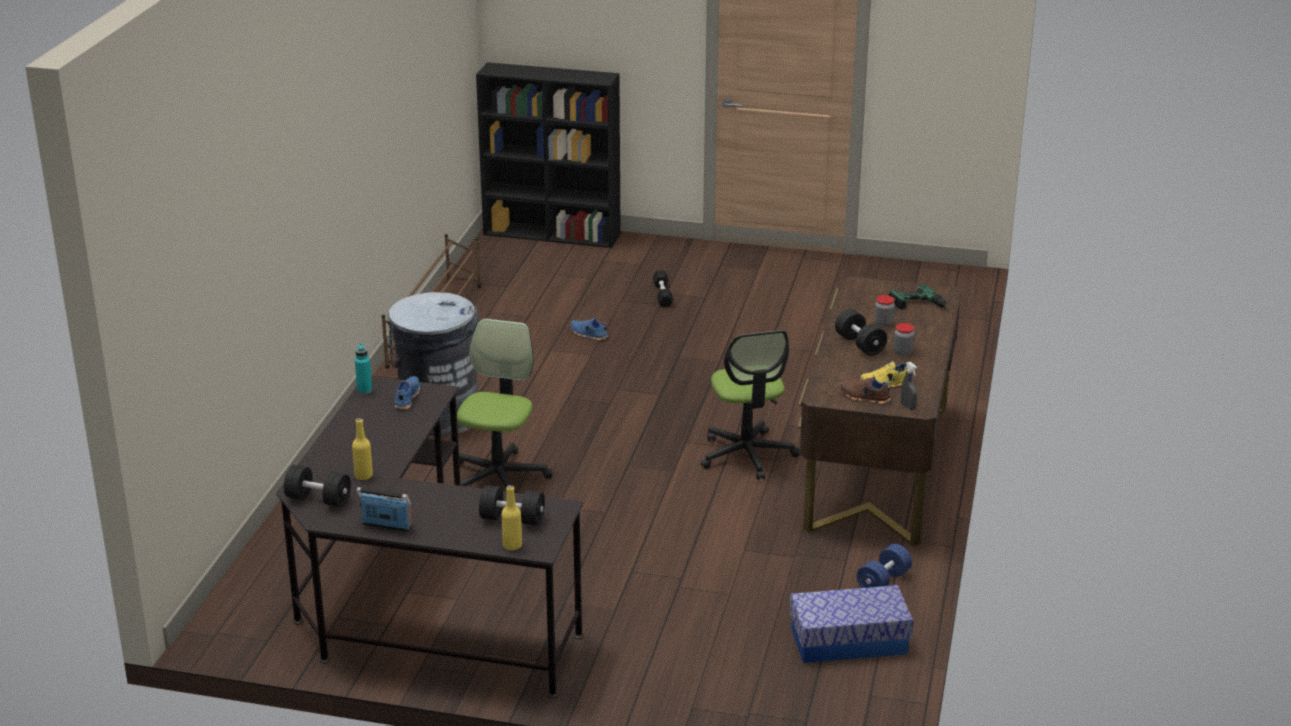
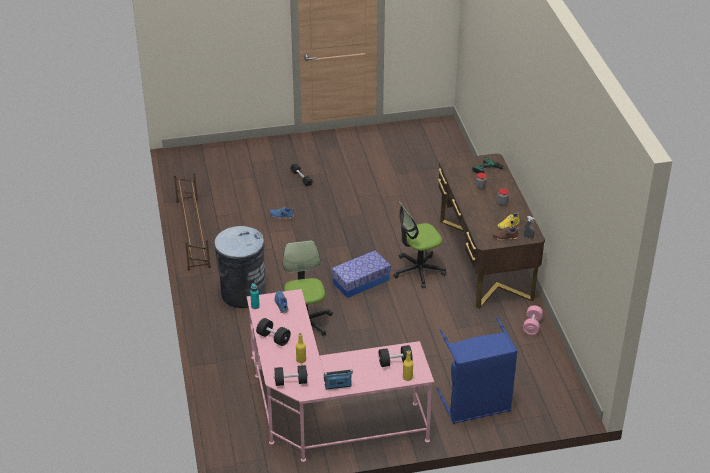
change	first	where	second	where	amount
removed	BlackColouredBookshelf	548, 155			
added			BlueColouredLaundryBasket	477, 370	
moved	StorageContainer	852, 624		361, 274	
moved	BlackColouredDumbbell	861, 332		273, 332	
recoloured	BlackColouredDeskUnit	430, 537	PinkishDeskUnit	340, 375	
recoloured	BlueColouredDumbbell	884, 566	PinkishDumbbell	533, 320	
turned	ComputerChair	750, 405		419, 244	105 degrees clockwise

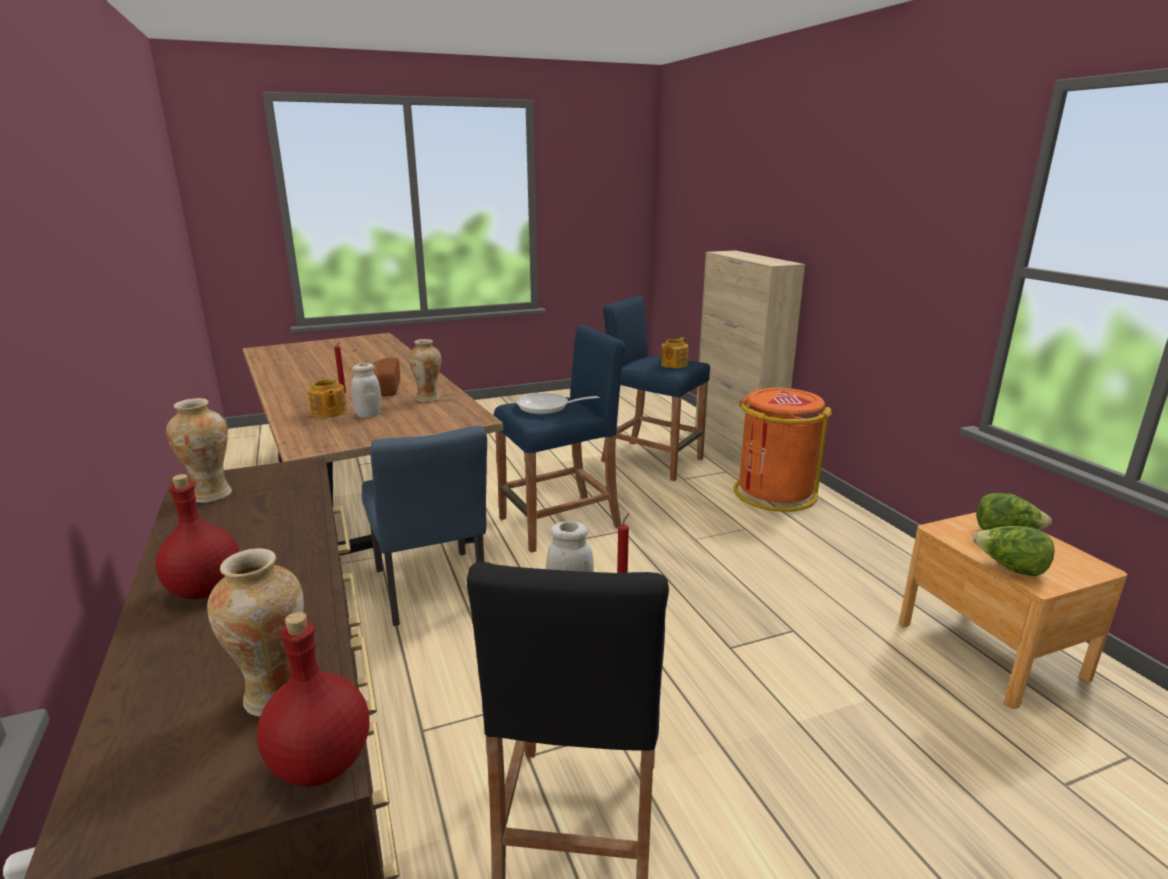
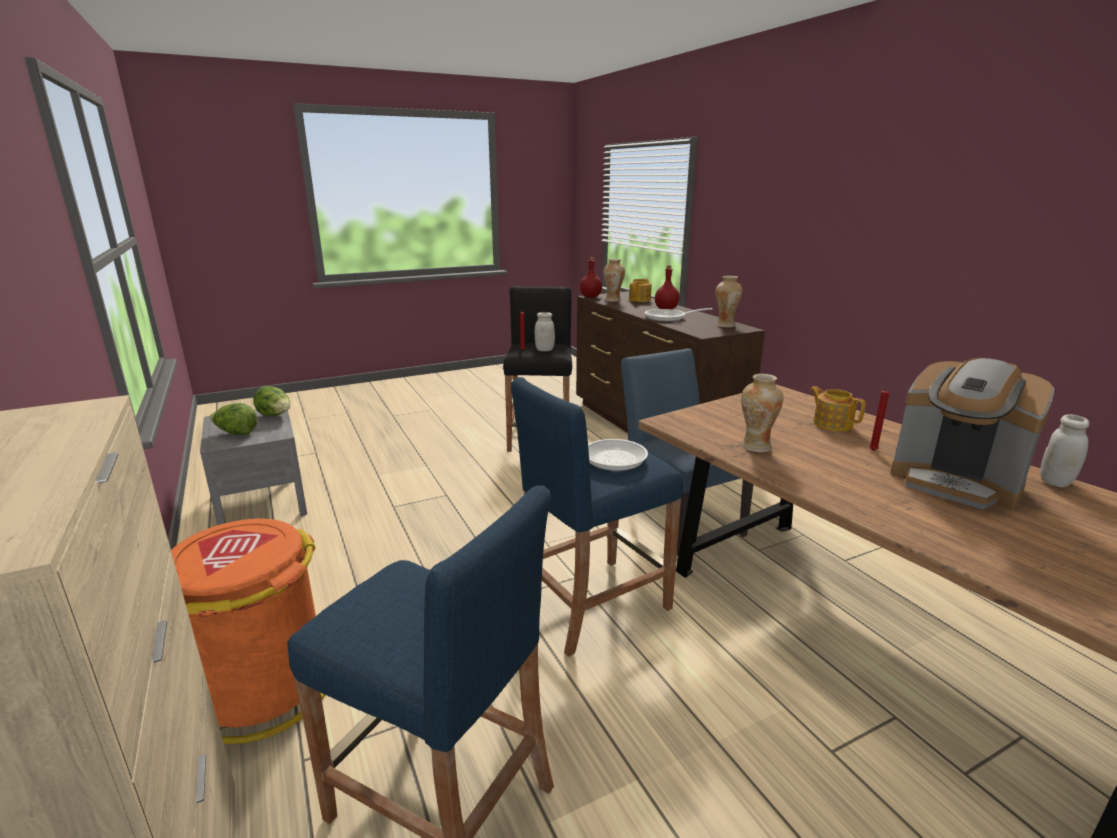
change	first	where	second	where	amount
removed	Bread	386, 377			
added			Pan	679, 315	
added			CoffeeMaker	972, 434	
moved	WhiteStorageJar	366, 390		1065, 450	
moved	PotForTea	674, 352		640, 290	
recoloured	BrownishBedsideTable	1013, 610	GreyBedsideTable	253, 467	

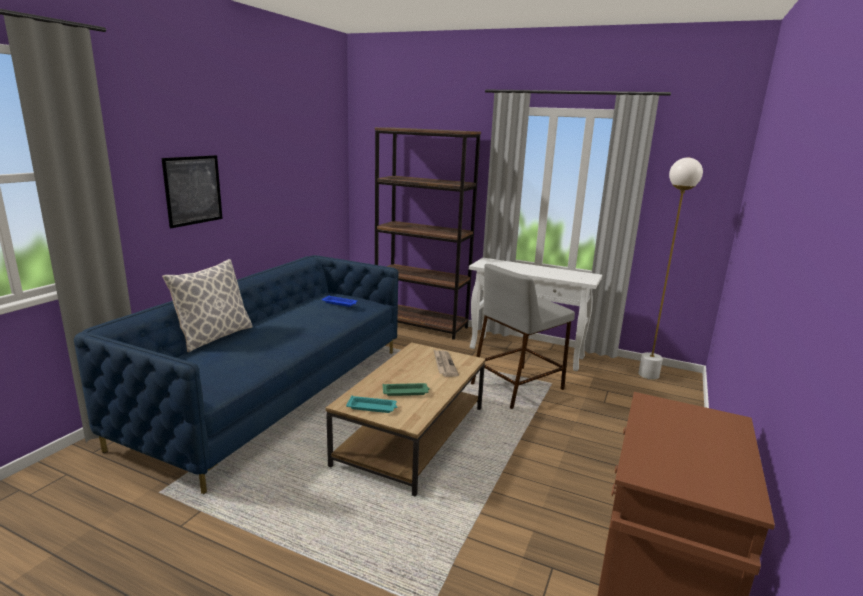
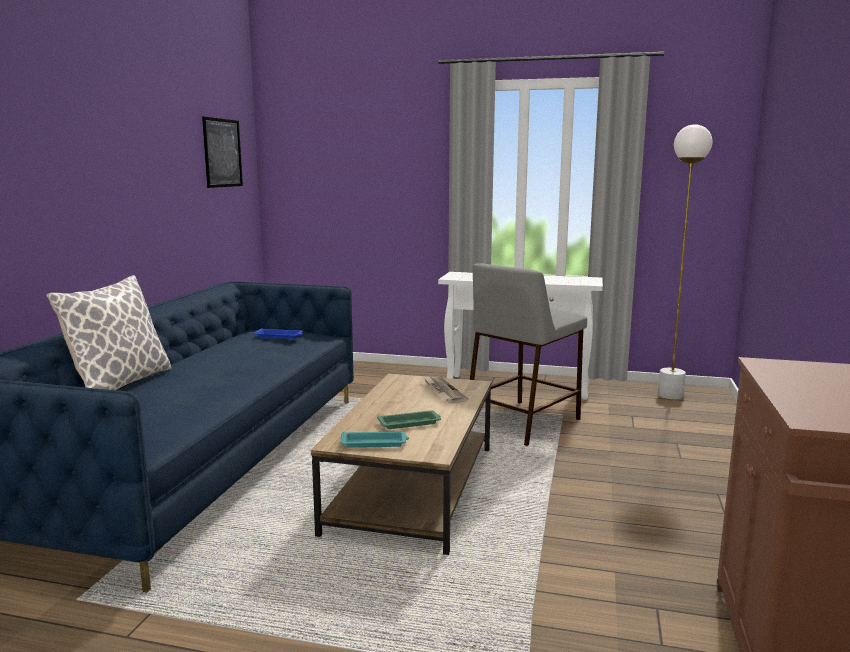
change	first	where	second	where	amount
removed	BrownishBookshelf	428, 233			
moved	WallArt	192, 191		222, 152	

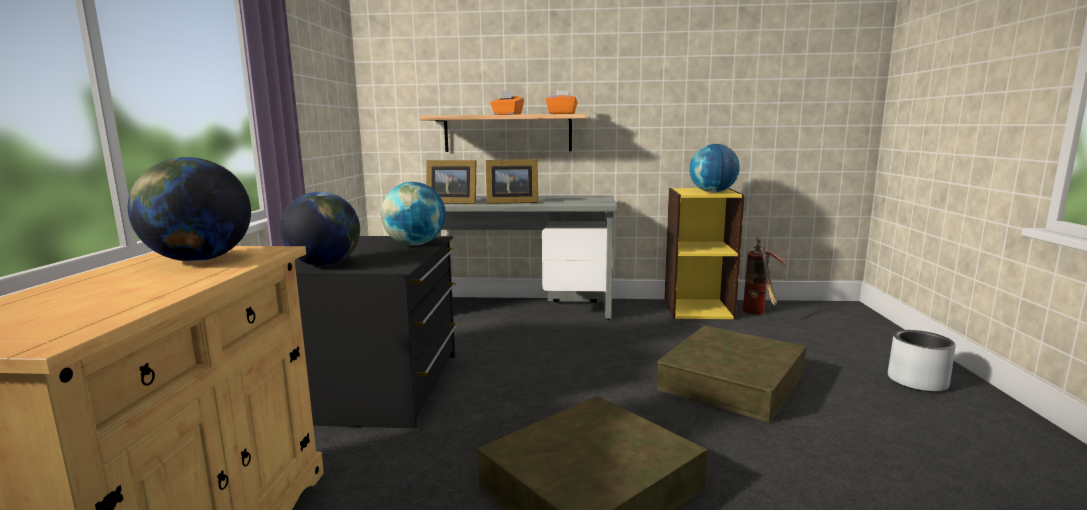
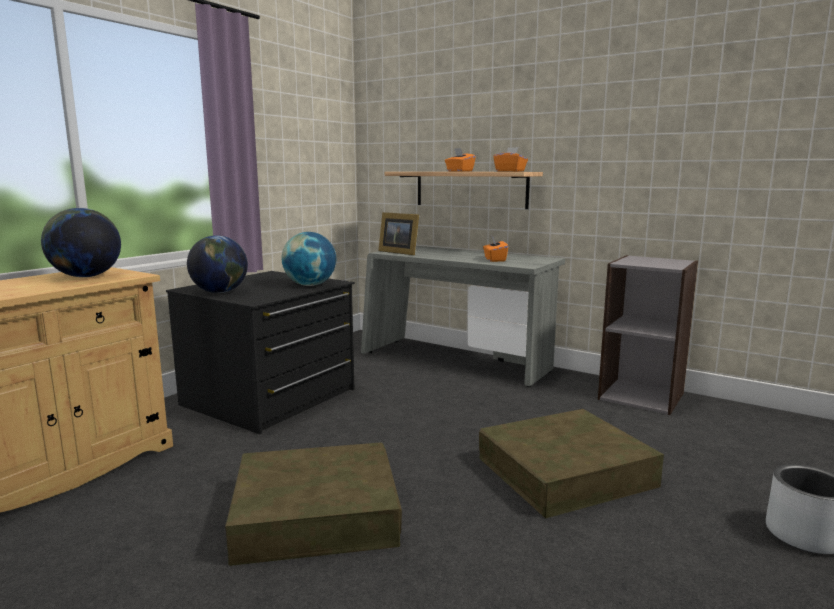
change	first	where	second	where	amount
removed	StandingFrame	511, 181			
removed	DeskGlobe	714, 168			
removed	FireFightingCylinder	764, 276			
added			OrangeColouredBoxOfTissues	495, 249	
recoloured	YellowColouredBookshelf	704, 254	GreyBookshelf	648, 335	

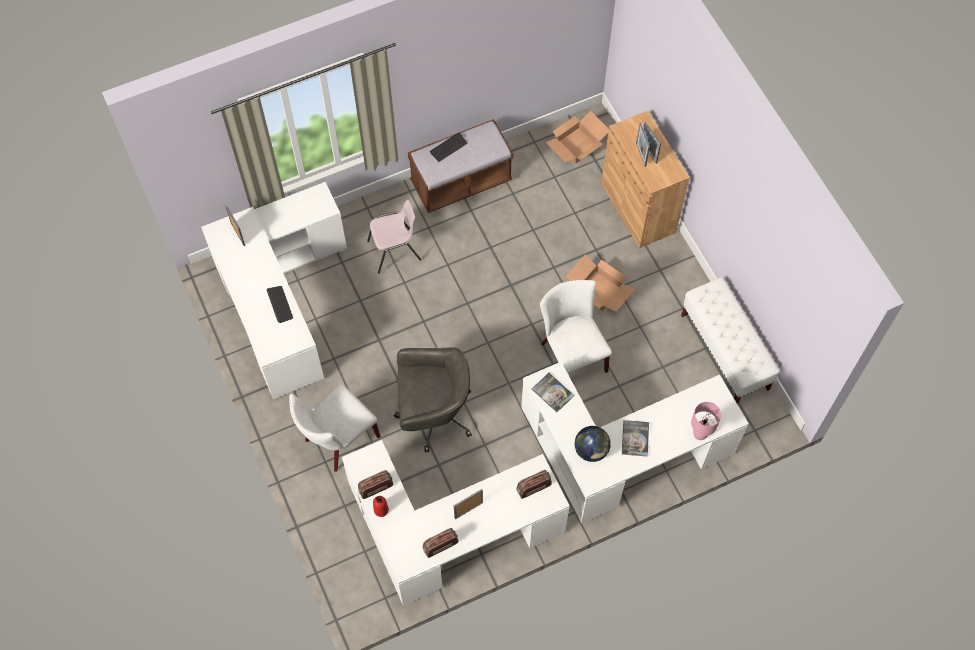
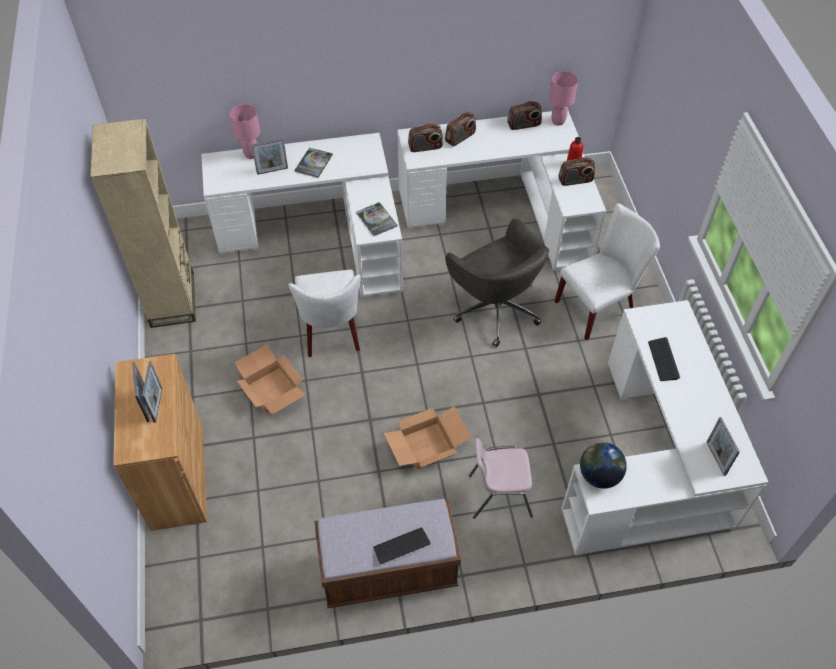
change	first	where	second	where	amount
added			Radio	460, 129	
added			PinkishTableLamp	563, 98	
moved	StandingFrame	468, 504		269, 156	
moved	CardboardBox	577, 137		427, 437	
moved	DeskGlobe	593, 444		603, 465	
replaced	WhiteBench	730, 341	BeigeBookshelf	143, 223	
turned	GreyComputerChair	433, 400		497, 283	135 degrees counterclockwise

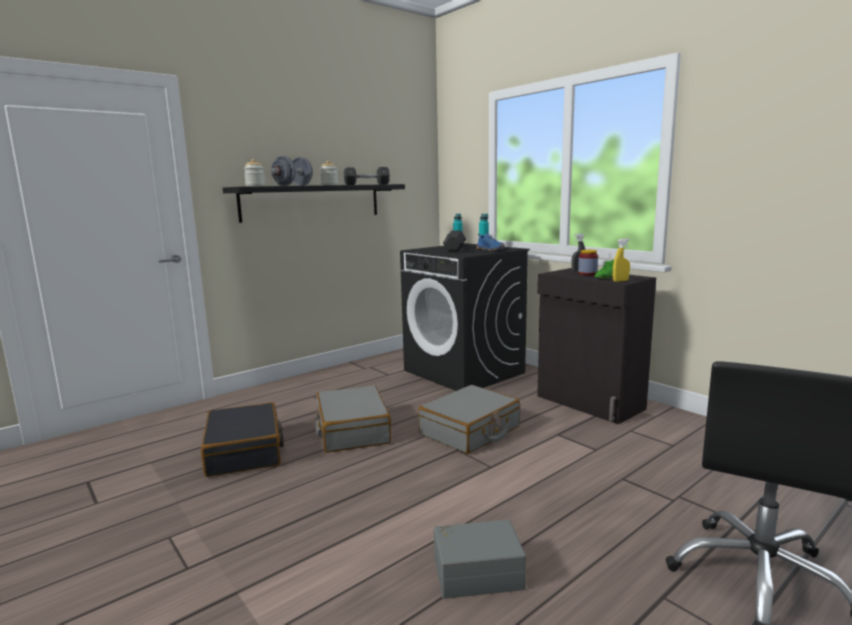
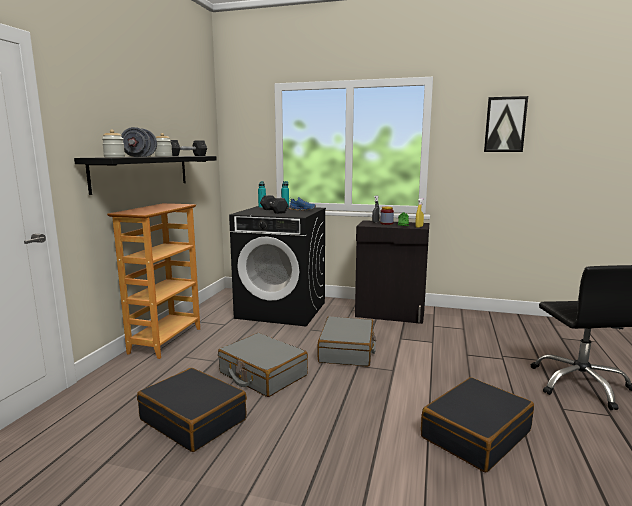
change	first	where	second	where	amount
added			Bookshelf	153, 281	
added			WallArt	506, 124	
replaced	GreyStorageContainer	480, 559	BlackColouredSuitcase	477, 424	

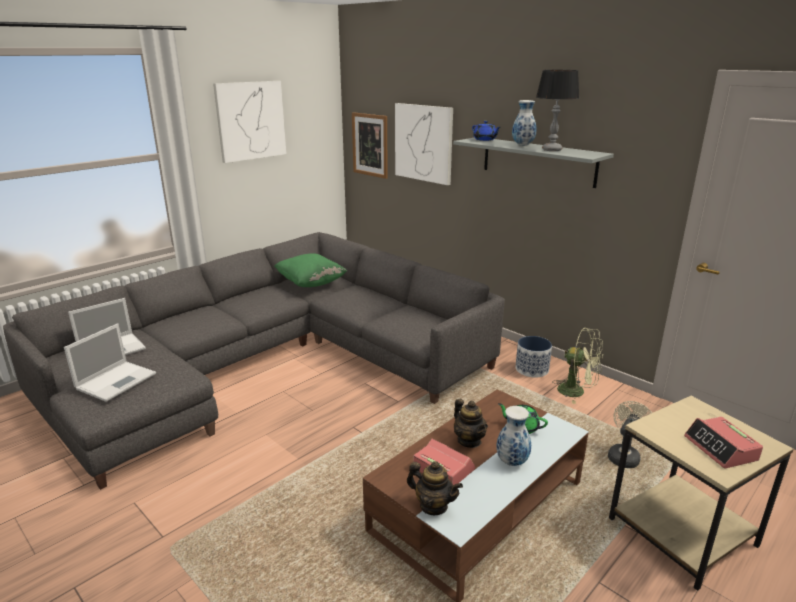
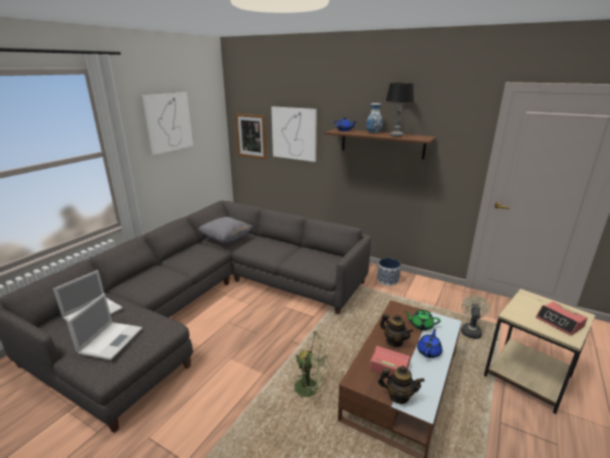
change	first	where	second	where	amount
moved	GreenColouredCoolingFan	578, 366		312, 364	
replaced	DecorativeVase	513, 436	BlueColouredPotForTea	429, 343	
recoloured	GreenColouredPillow	310, 270	GreyPillow	225, 230	
recoloured	GreyBracketShelf	533, 162	BrownishBracketShelf	380, 143	

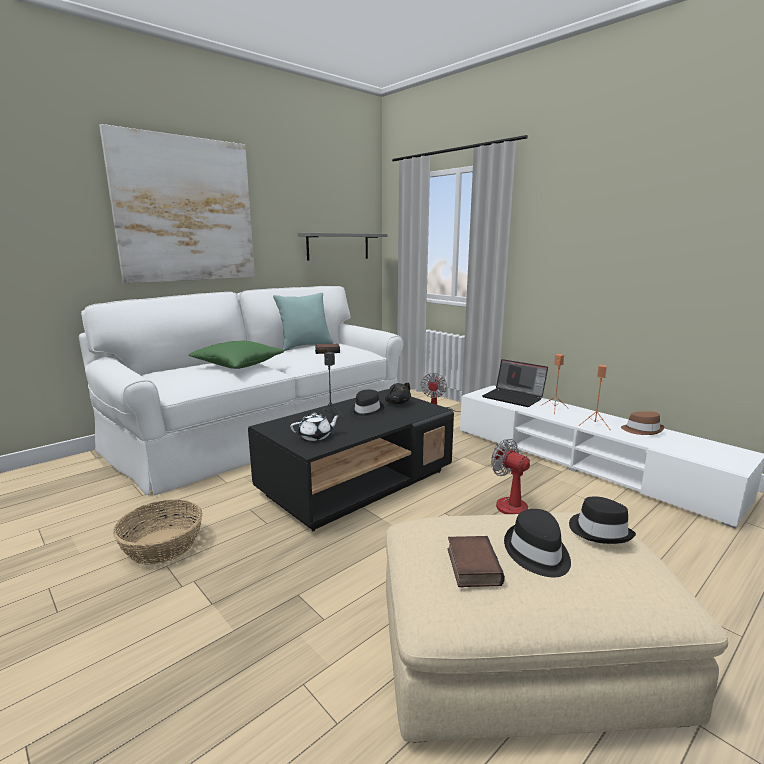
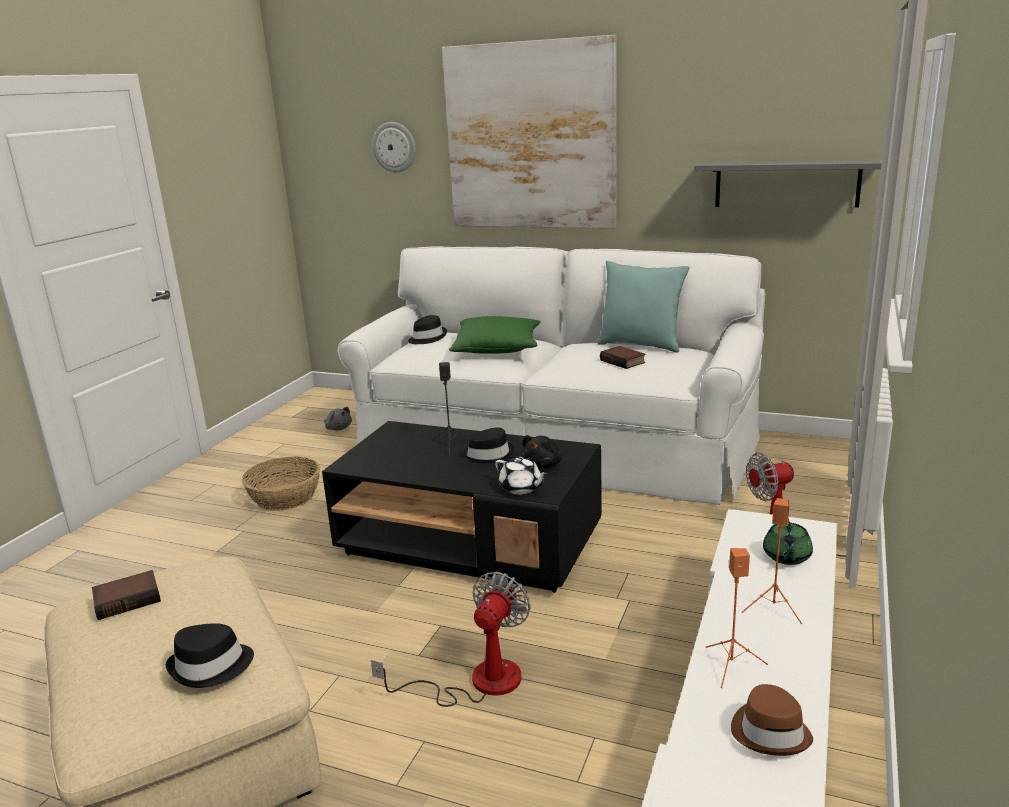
change	first	where	second	where	amount
added			GreySoftToy	338, 419	
added			ClockOnTheWall	394, 147	
moved	WhitePotForTea	315, 427		522, 476	
moved	BlackColouredClothingHat	537, 543		427, 329	
replaced	Laptop	515, 383	GreenColouredPotForTea	788, 542	

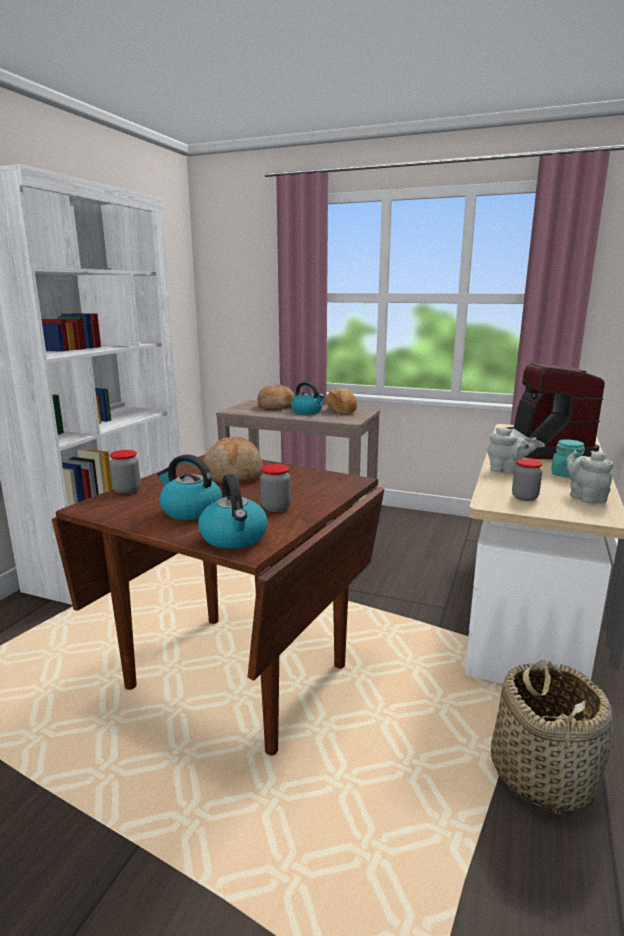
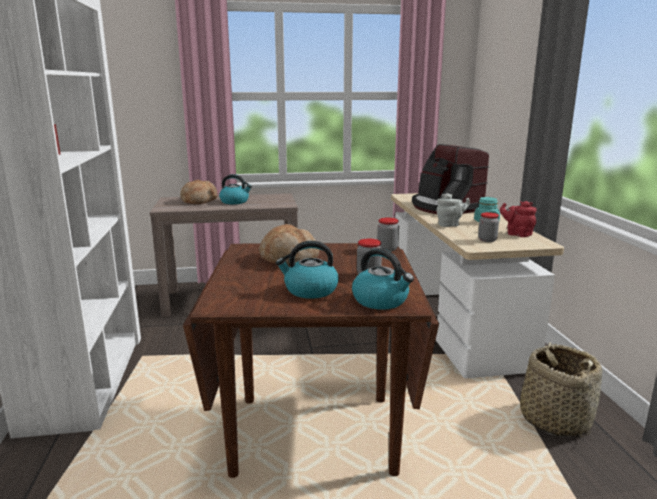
change	first	where	second	where	amount
removed	Bread	341, 401			
moved	StorageJar	125, 472		388, 234	
recoloured	GreyPotForTea	589, 477	ReddishPotForTea	518, 219	

